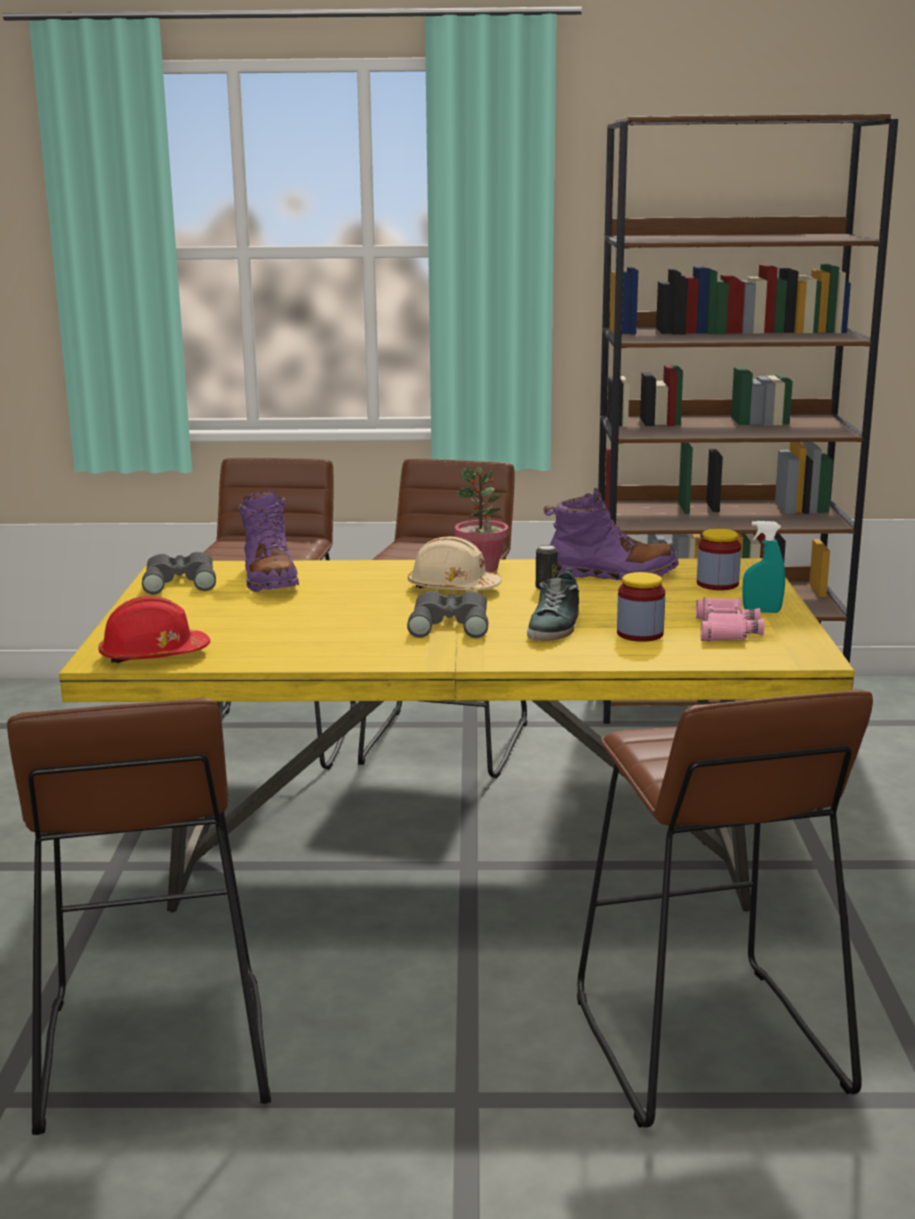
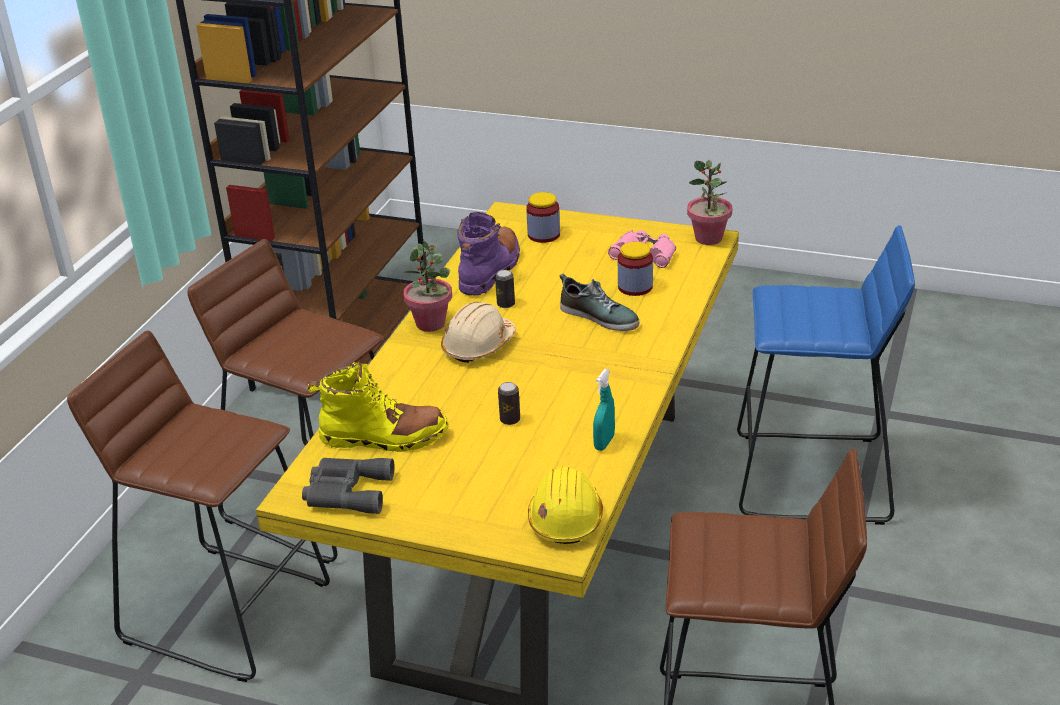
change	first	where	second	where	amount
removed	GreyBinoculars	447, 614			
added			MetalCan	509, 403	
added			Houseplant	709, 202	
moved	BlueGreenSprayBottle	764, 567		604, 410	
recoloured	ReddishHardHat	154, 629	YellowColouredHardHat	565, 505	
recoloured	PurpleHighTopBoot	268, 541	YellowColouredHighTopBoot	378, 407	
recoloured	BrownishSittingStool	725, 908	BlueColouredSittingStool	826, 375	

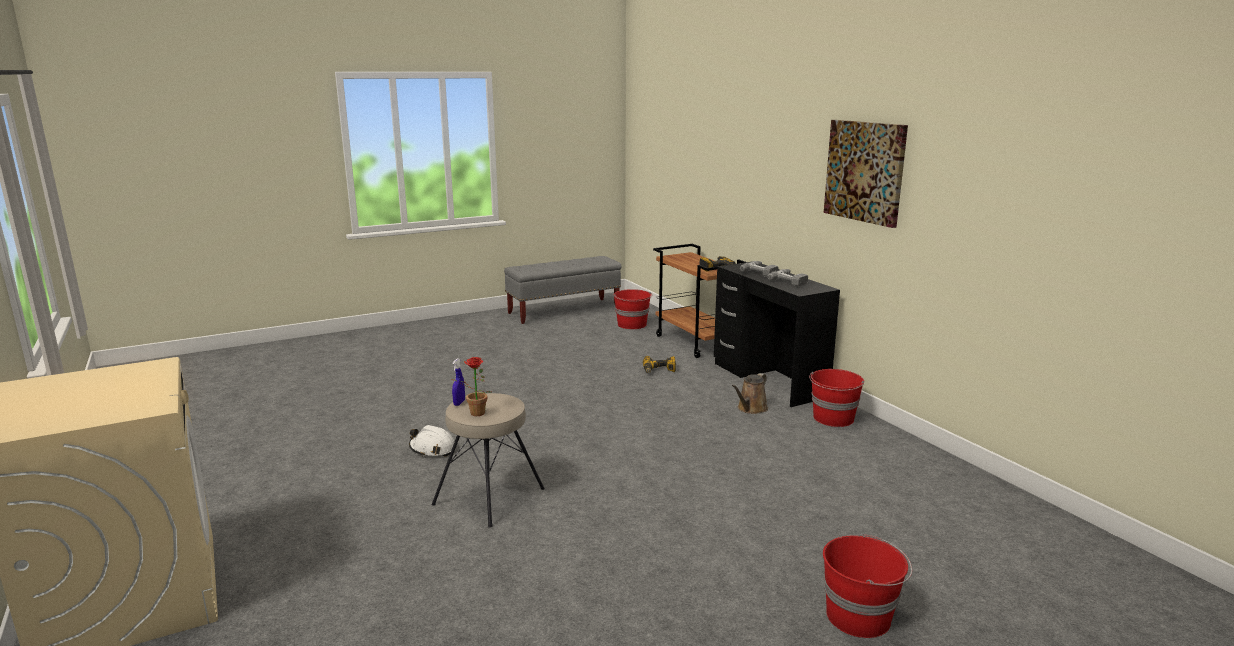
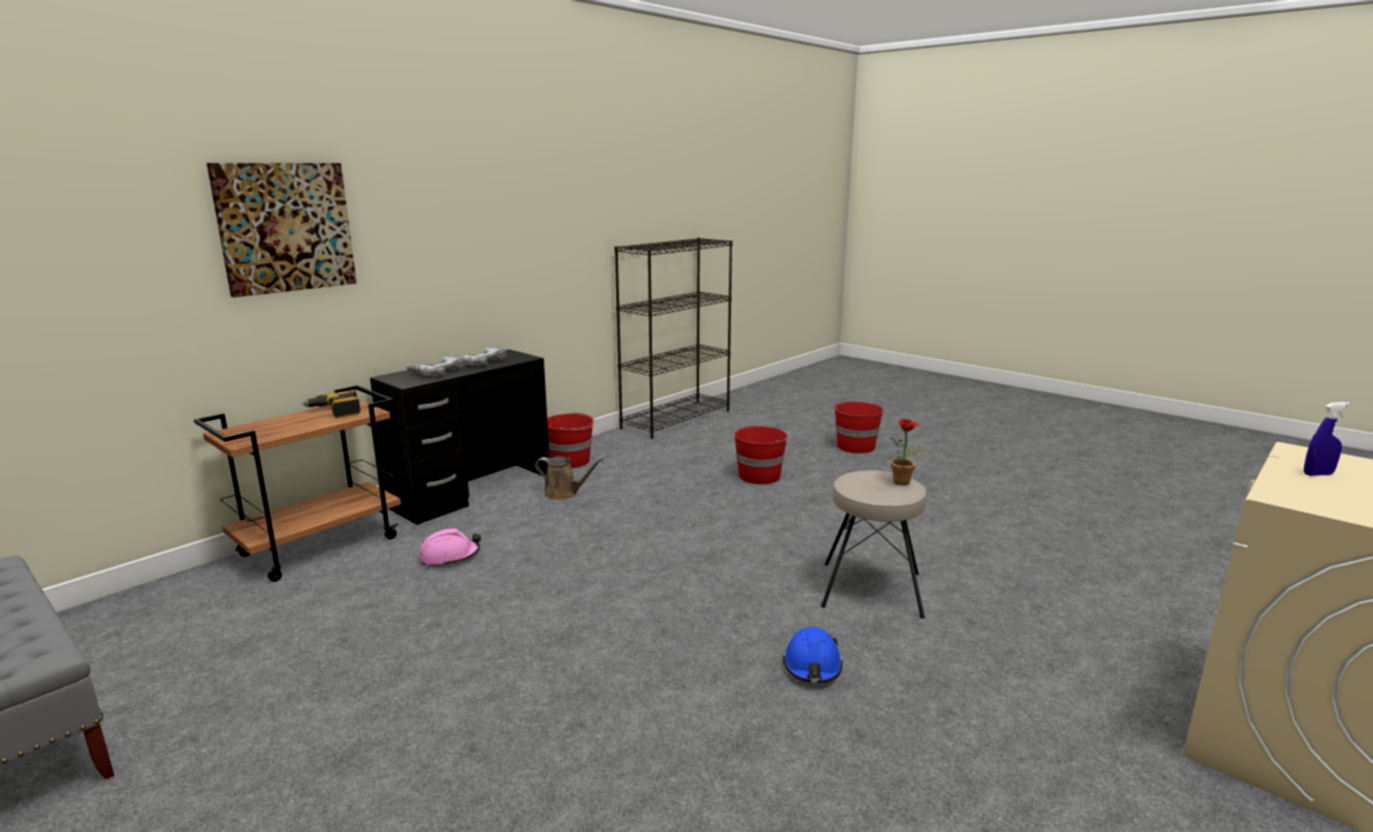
change	first	where	second	where	amount
added			BlackColouredBookshelf	673, 338	
moved	BlueColouredSprayBottle	458, 382		1327, 439	
moved	ReddishBucket	633, 309		762, 455	
moved	WallArt	866, 174		282, 230	
replaced	Drill	659, 364	PinkishHardHat	450, 547	
recoloured	WhiteHardHat	431, 441	BlueColouredHardHat	813, 655	

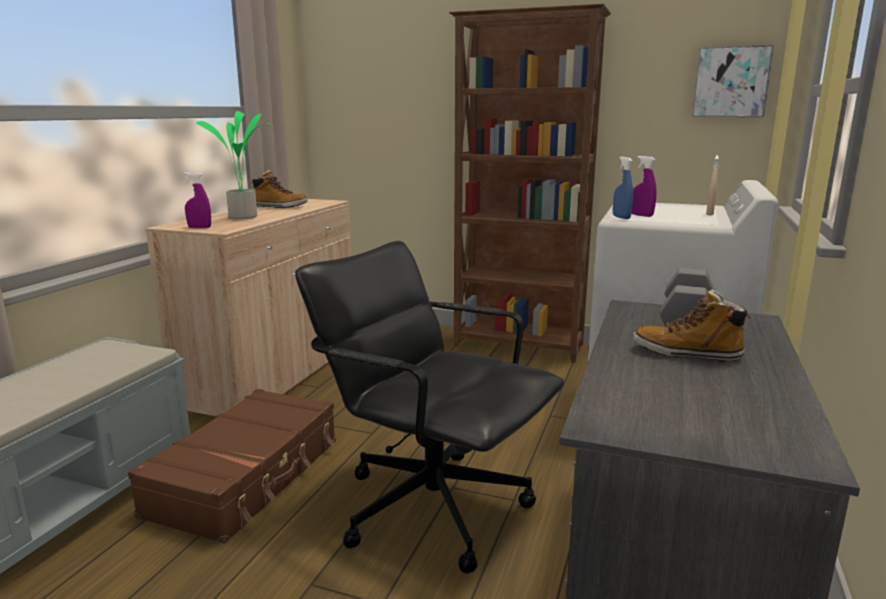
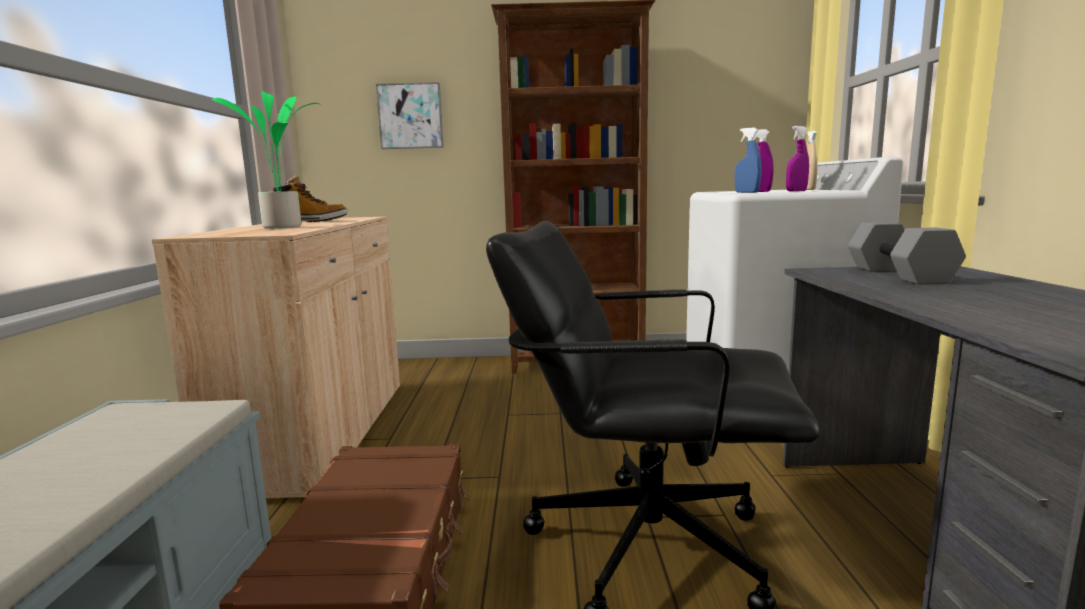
change	first	where	second	where	amount
removed	HighTopBoot	692, 325			
moved	PurpleSprayBottle	197, 200		797, 159	
moved	WallArt	733, 81		410, 115	

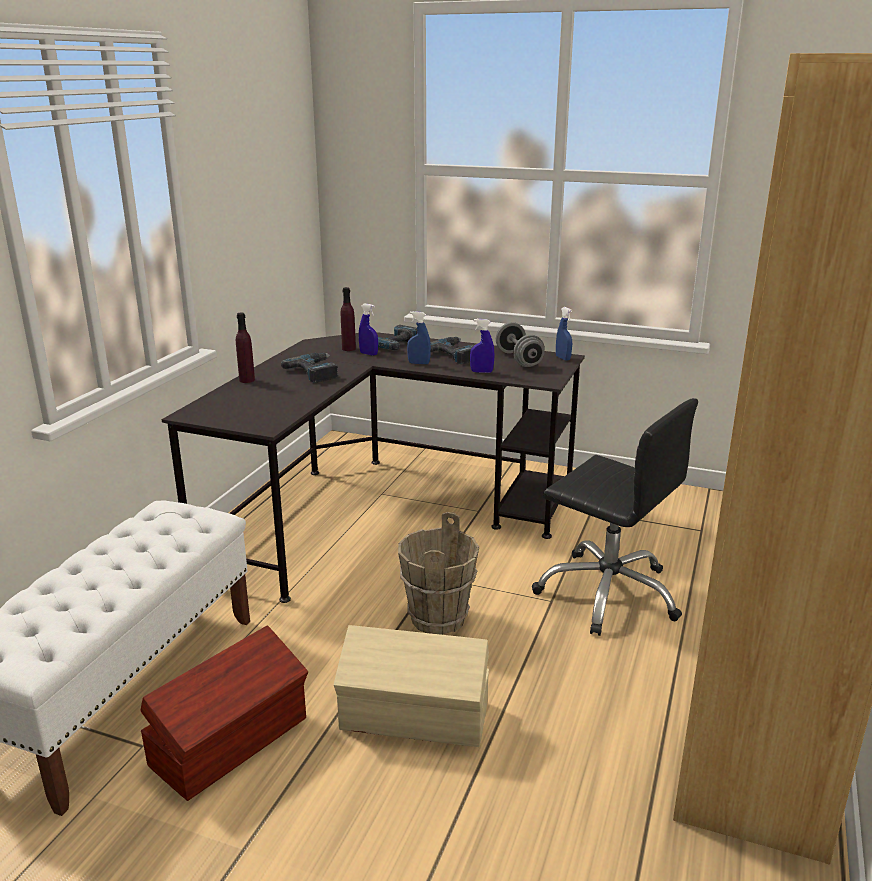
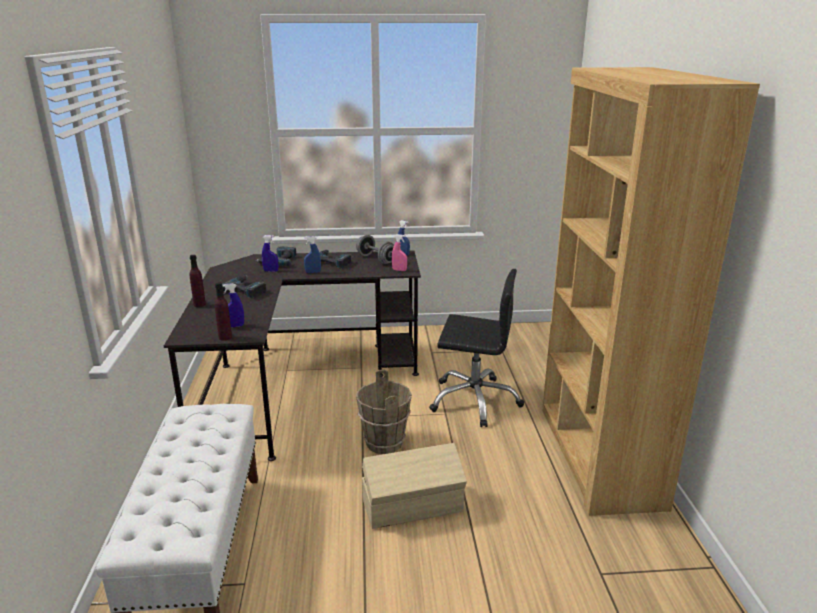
change	first	where	second	where	amount
removed	BrownishStorageContainer	224, 713			
added			PinkishSprayBottle	399, 252	
moved	PurpleBottle	348, 319		223, 311	
moved	BlueColouredSprayBottle	482, 346		233, 305	

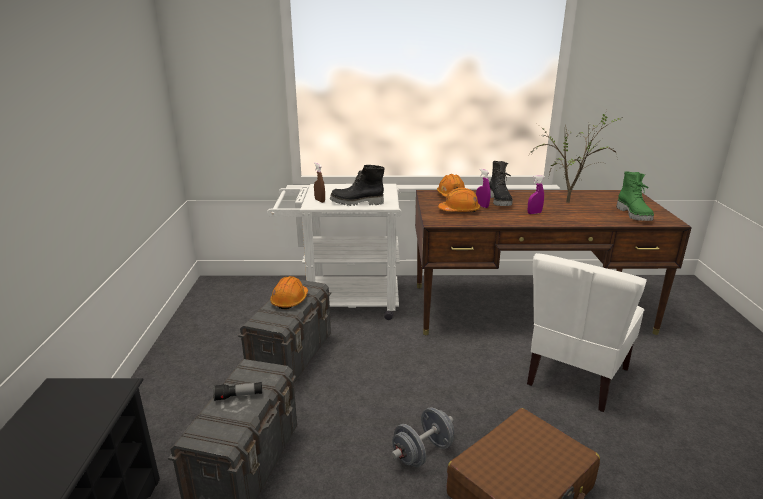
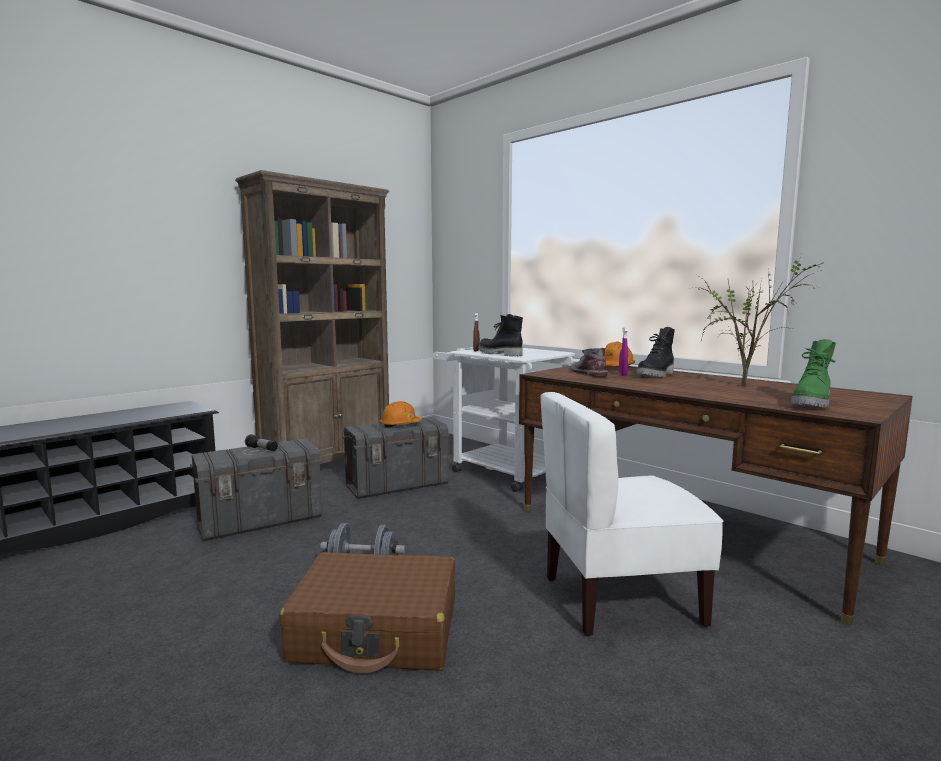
change	first	where	second	where	amount
removed	PurpleSprayBottle	536, 194			
added			BrownishBookshelf	312, 317	
replaced	OrangeColouredHardHat	459, 200	GreyHighTopBoot	589, 362	

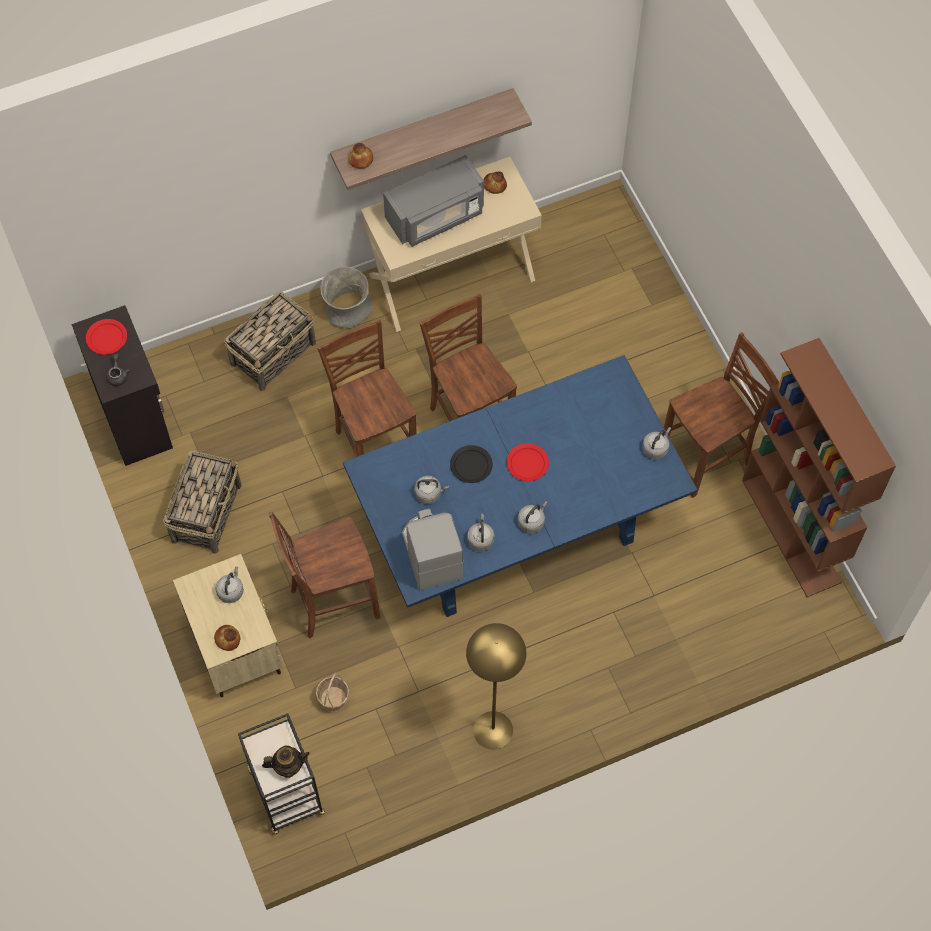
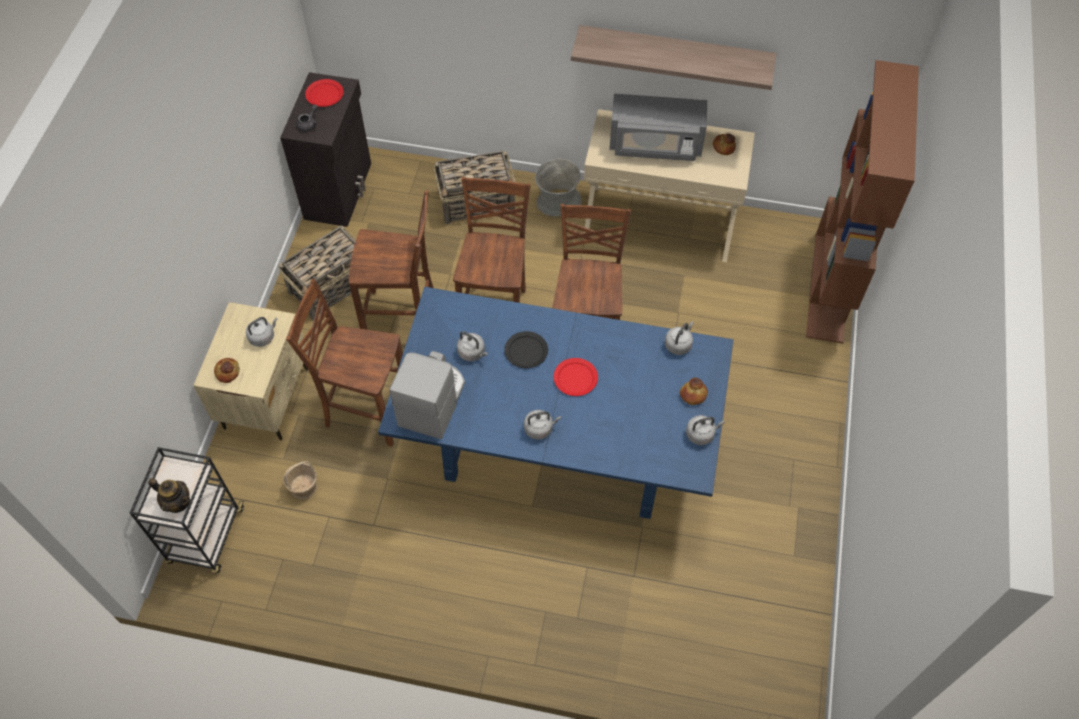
change	first	where	second	where	amount
removed	YellowColouredFloorLamp	496, 686			
moved	Bread	361, 156		694, 391	
moved	GreyKettle	481, 532		679, 338	
moved	BrownishPlainChair	721, 415		391, 260	
moved	BrownishBookshelf	819, 467		862, 202	

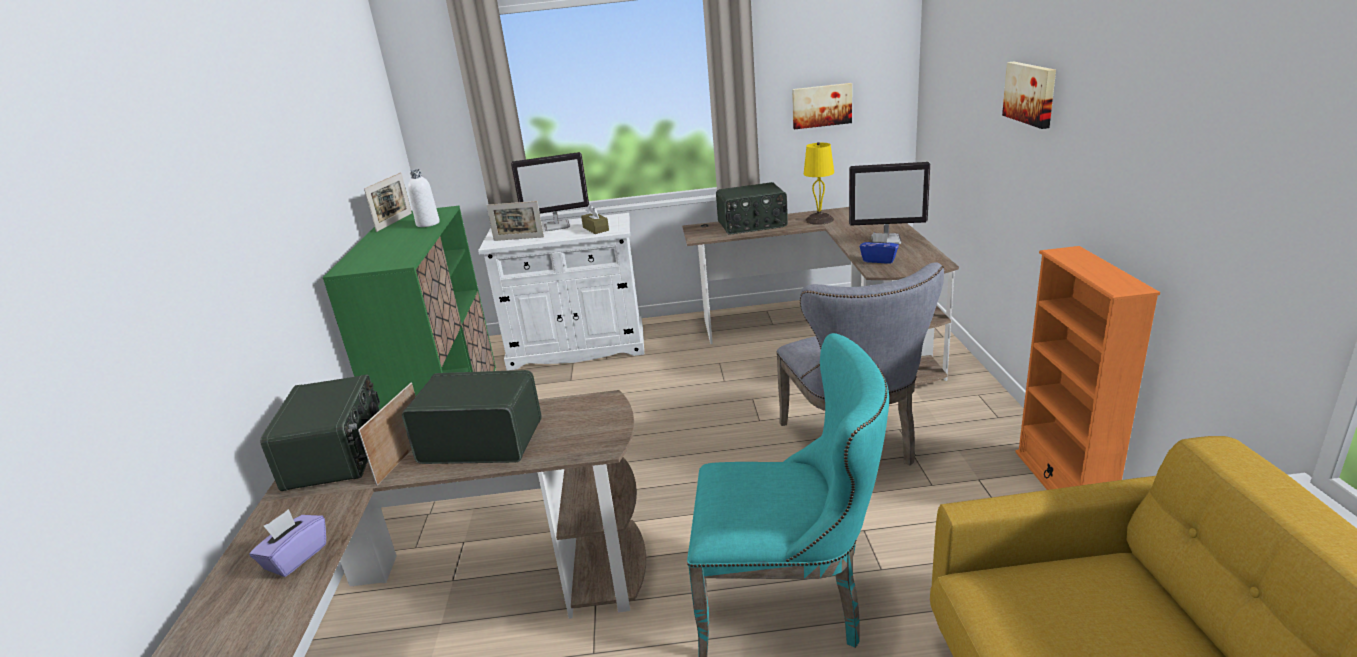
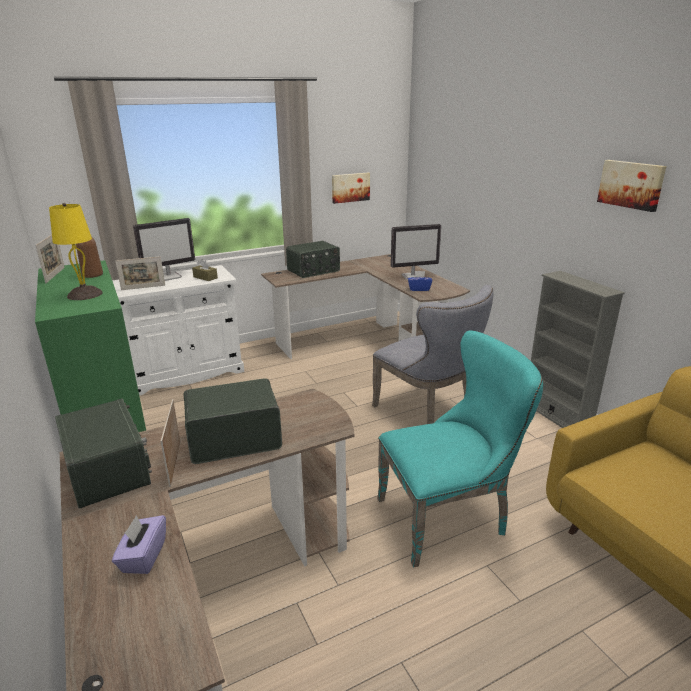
change	first	where	second	where	amount
moved	YellowColouredTableLamp	819, 183		76, 251	
moved	WallArt	1029, 95		632, 186	
recoloured	WhiteBottle	424, 198	BrownishBottle	89, 257	
recoloured	OrangeColouredBookshelf	1088, 368	GreyBookshelf	578, 349	

